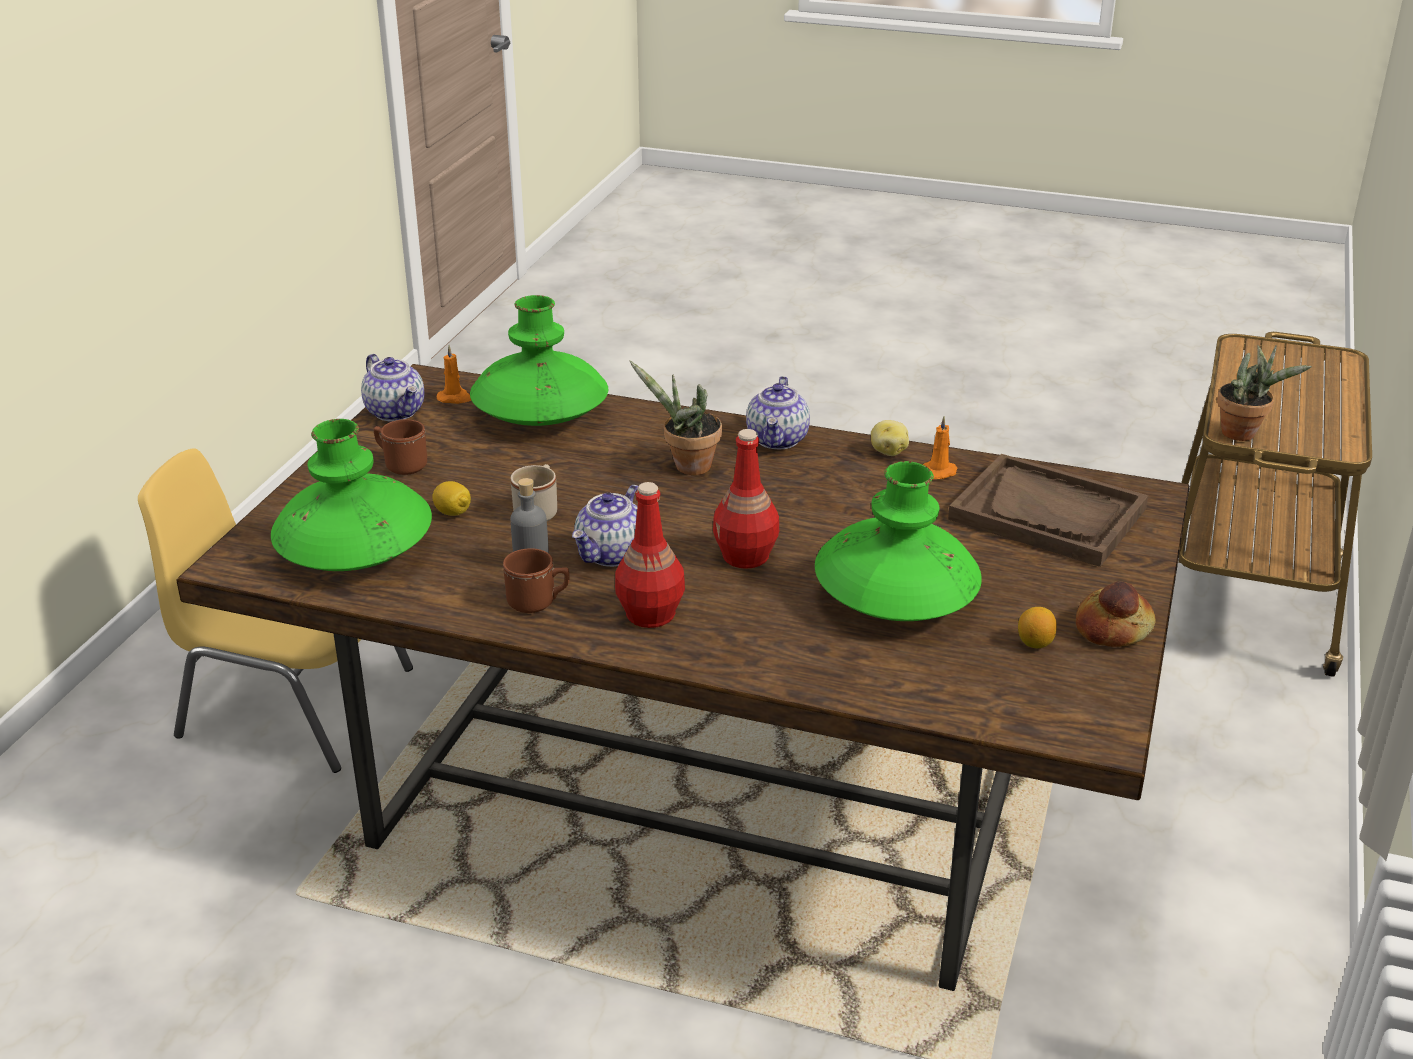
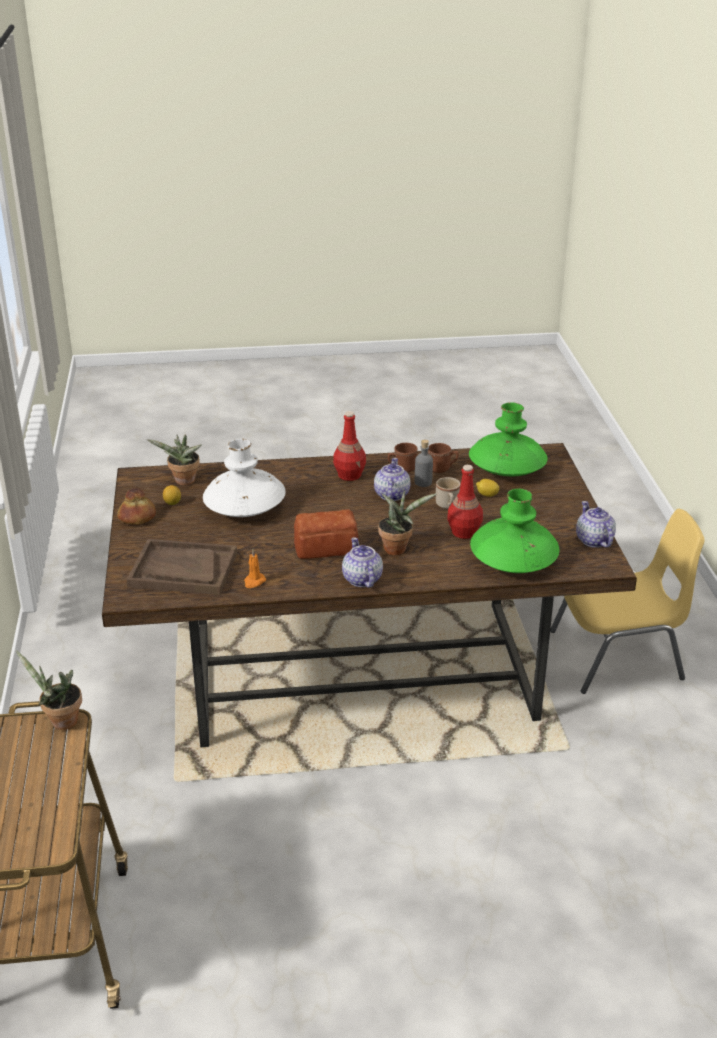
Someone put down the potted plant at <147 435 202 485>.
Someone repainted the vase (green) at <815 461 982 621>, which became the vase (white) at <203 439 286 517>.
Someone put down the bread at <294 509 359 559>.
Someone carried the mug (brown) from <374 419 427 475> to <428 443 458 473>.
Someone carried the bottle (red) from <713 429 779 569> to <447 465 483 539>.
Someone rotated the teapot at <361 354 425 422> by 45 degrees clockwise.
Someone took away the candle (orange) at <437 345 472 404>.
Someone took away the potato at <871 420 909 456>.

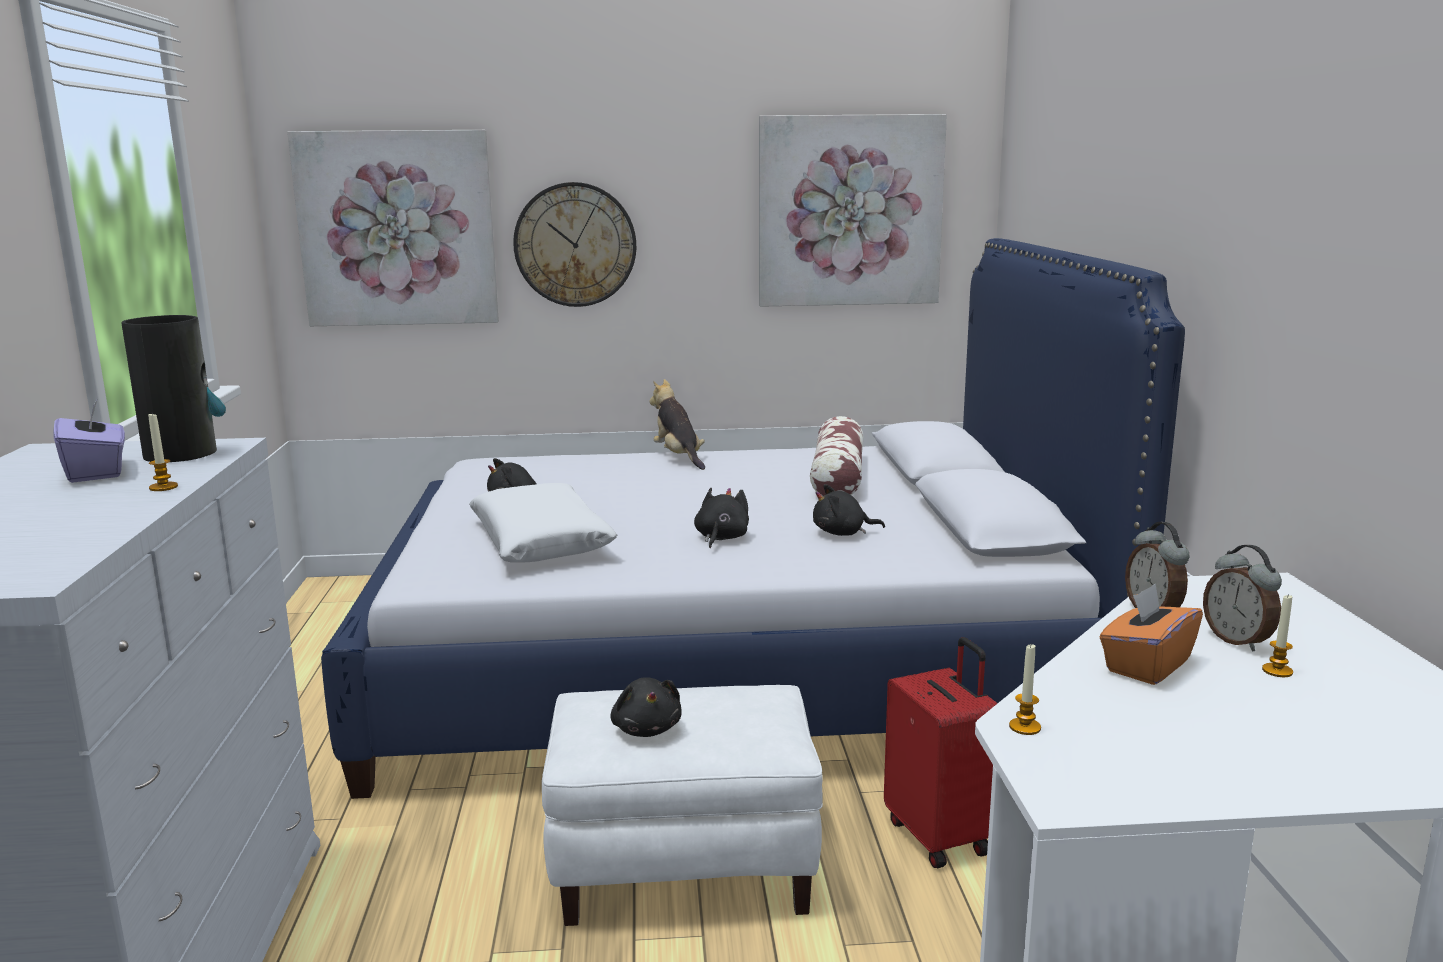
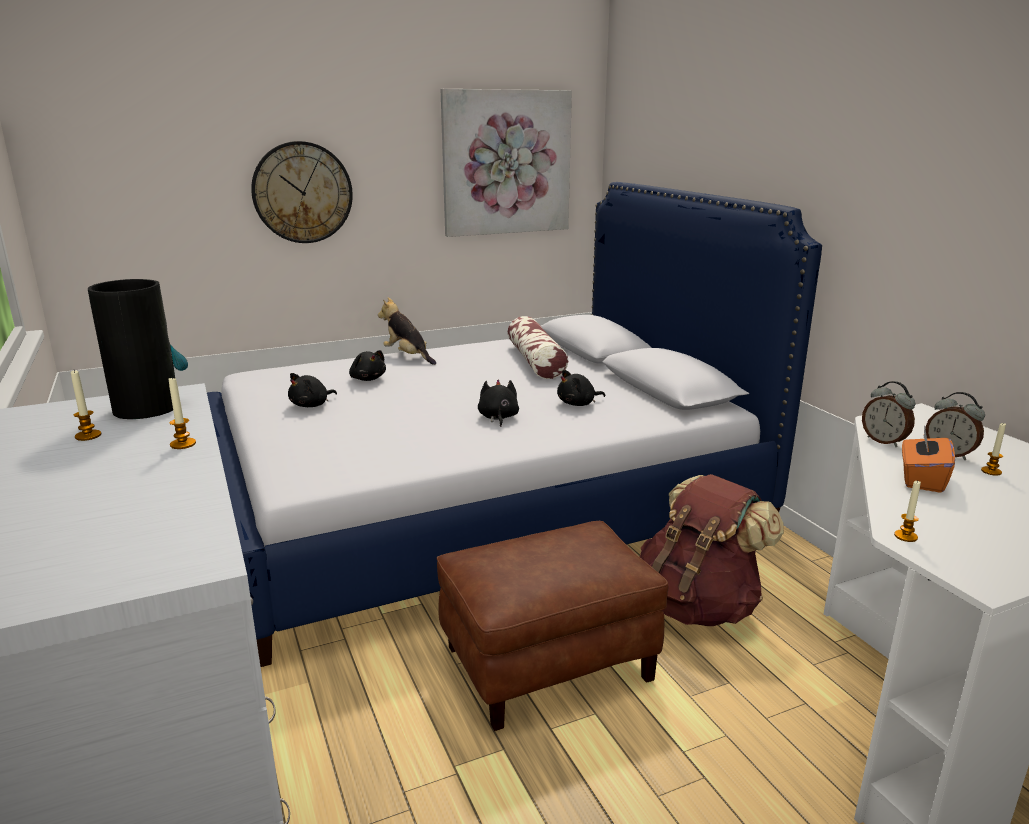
Someone swapped the tissue box (purple) at <53 398 125 483> for the candle at <71 370 101 441>.
Someone carried the plush toy (black) from <610 677 681 737> to <349 350 386 381>.
Someone repainted the ottoman (white) at <542 685 823 926>, which became the ottoman (brown) at <437 521 668 731>.
Someone swapped the suitcase (red) at <884 637 998 868> for the backpack (brown) at <640 474 784 626>.
Someone took away the picture at <287 130 499 326>.
Someone took away the pillow (white) at <469 483 617 562>.

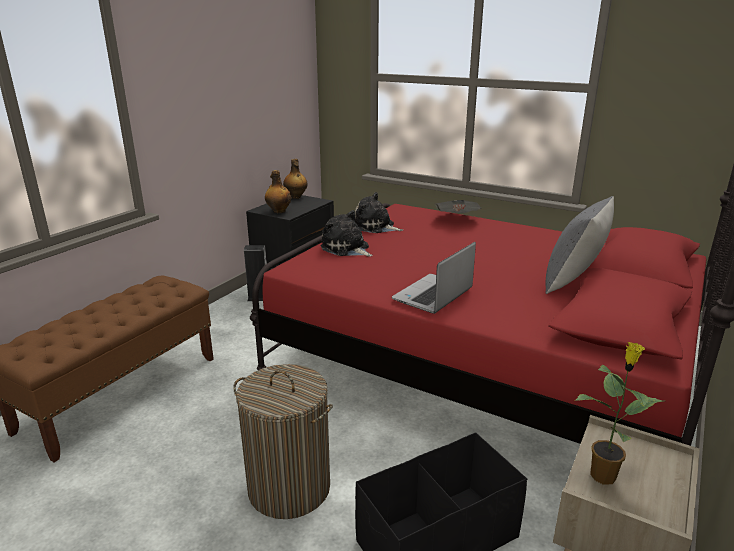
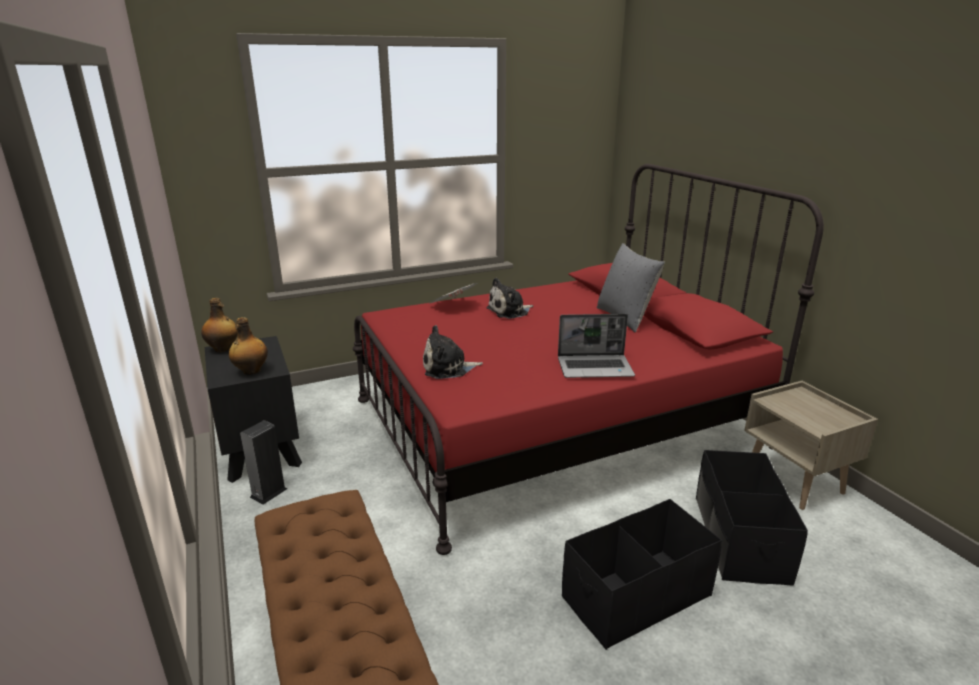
Someone carried the plush toy from <355 192 403 233> to <486 278 533 319>.
Someone rotated the laptop at <392 242 476 314> by 75 degrees counterclockwise.
Someone swapped the laundry basket at <233 364 333 519> for the storage box (black) at <562 499 722 650>.
Someone took away the potted plant at <575 342 664 485>.

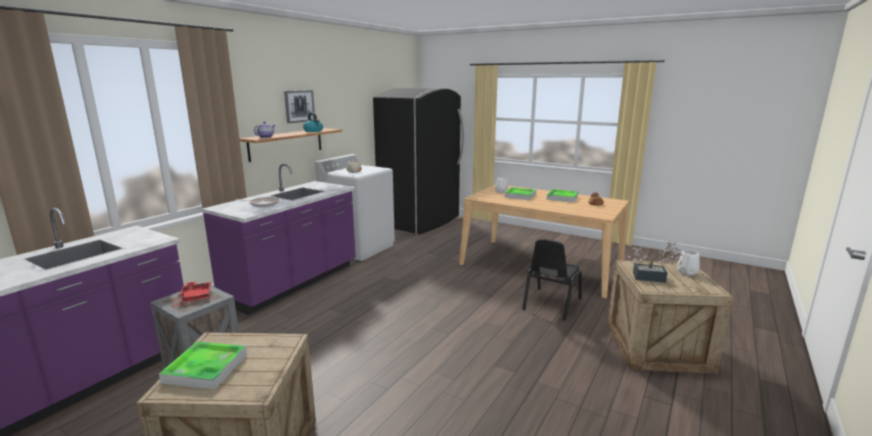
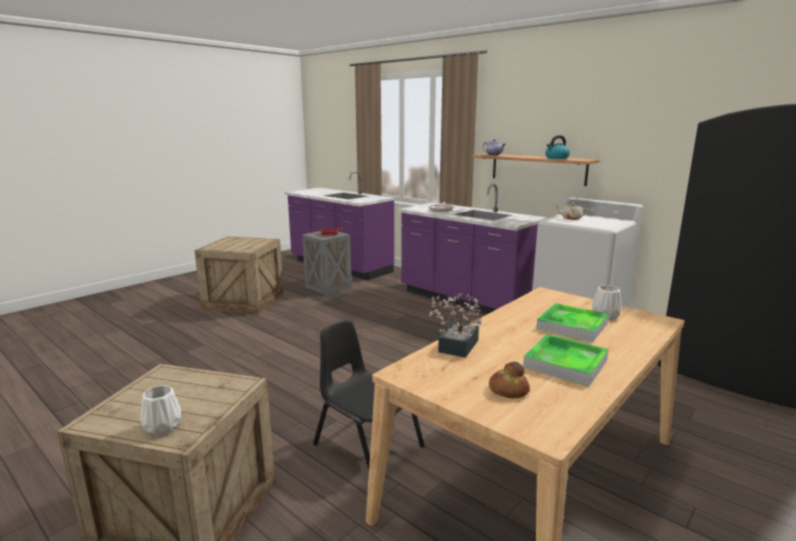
Someone carried the potted plant from <628 242 683 283> to <429 293 482 358>.
Someone took away the tray at <159 342 247 389>.
Someone took away the picture at <284 90 315 123>.

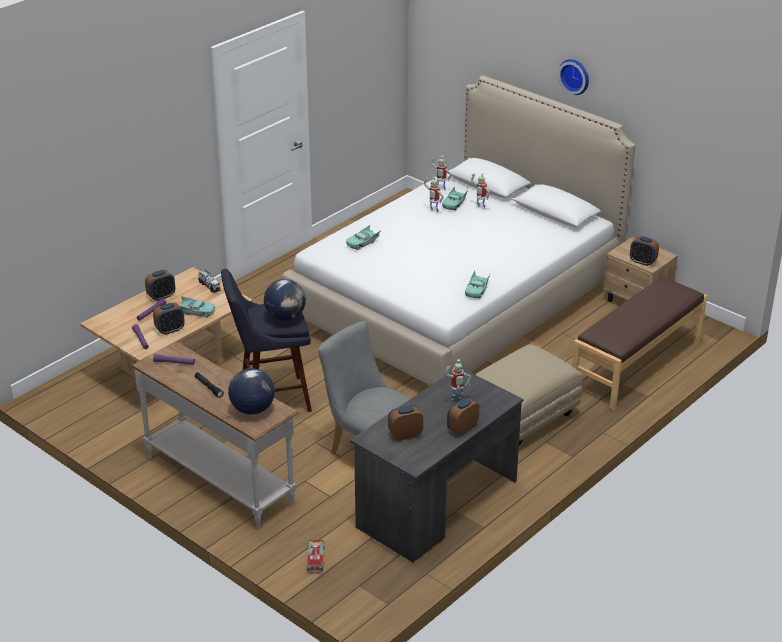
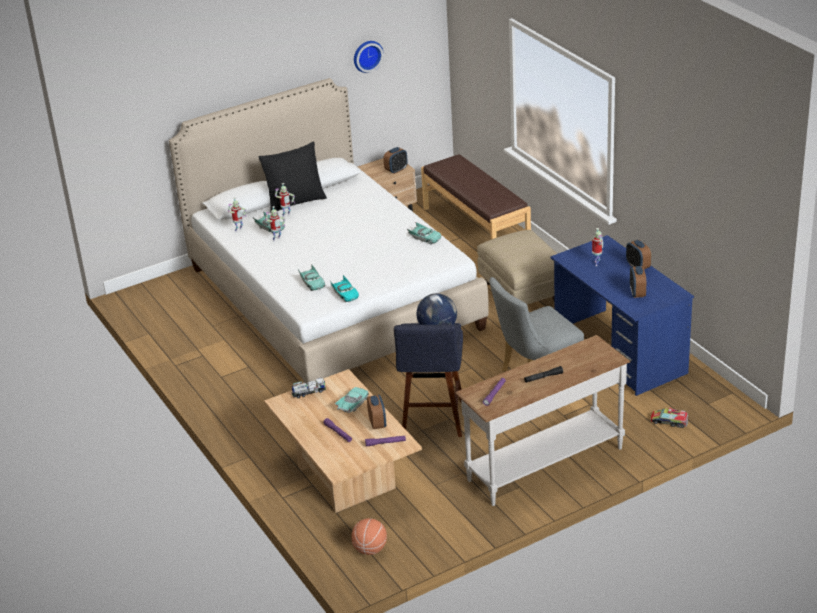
Someone put down the pillow (black) at <259 141 327 211>.
Someone put down the toy car (turquoise) at <330 275 359 302>.
Someone put down the basketball at <351 518 387 555>.
Someone carried the wall clock from <558 59 589 95> to <354 41 383 73>.
Someone repainted the desk (grey) at <350 368 524 563>, which became the desk (blue) at <550 235 694 396>.
Someone took away the alarm clock at <145 270 175 301>.
Someone took away the globe at <228 368 275 415>.

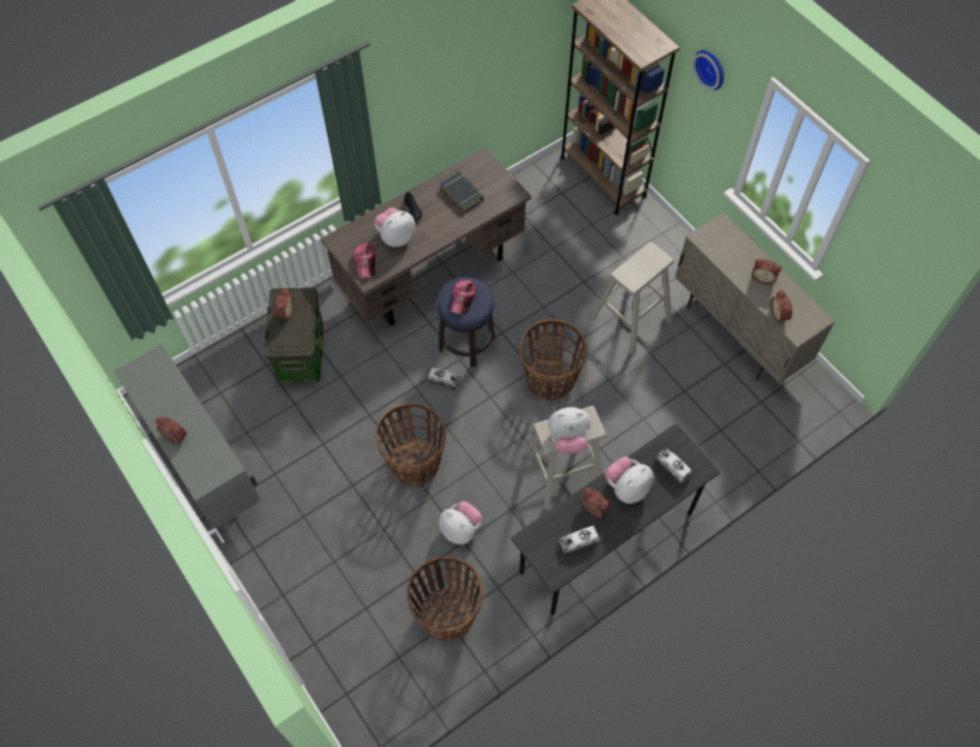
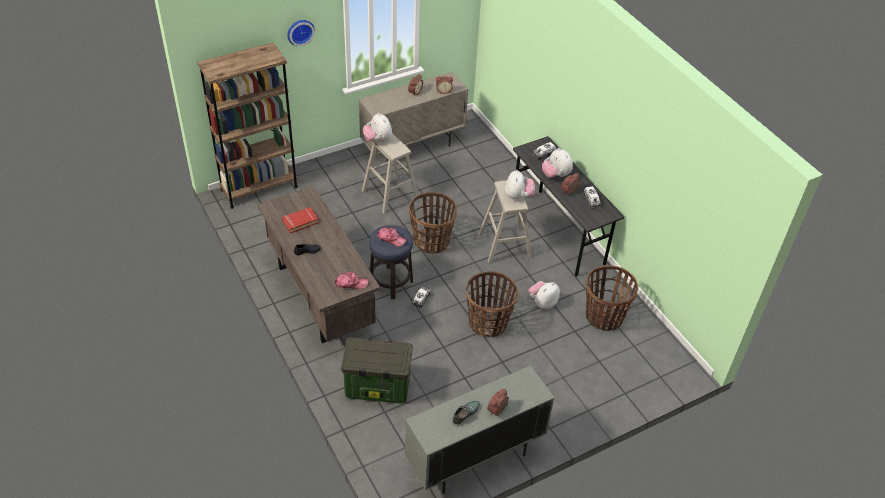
Someone repainted the book (black) at <440 172 484 212>, which became the book (red) at <282 207 319 233>.
Someone carried the plush toy from <374 208 415 247> to <363 113 392 142>.
Someone put down the shoe at <452 401 480 426>.
Someone took away the alarm clock at <274 288 294 321>.

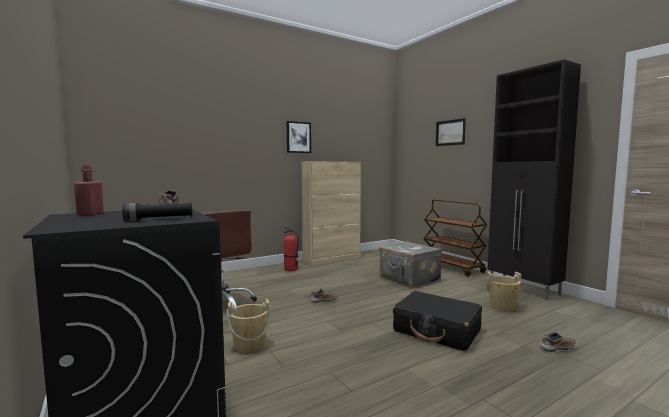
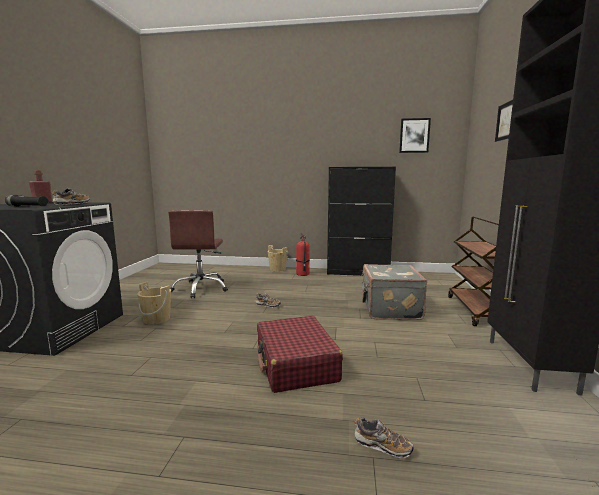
Someone repainted the suitcase (black) at <393 291 482 351>, which became the suitcase (red) at <257 316 343 393>.
Someone carried the bucket (beige) from <487 272 522 311> to <268 245 288 271>.
Someone repainted the cabinet (beige) at <302 161 361 265>, which became the cabinet (black) at <327 167 396 276>.
Someone carried the picture from <287 121 311 153> to <399 118 431 153>.

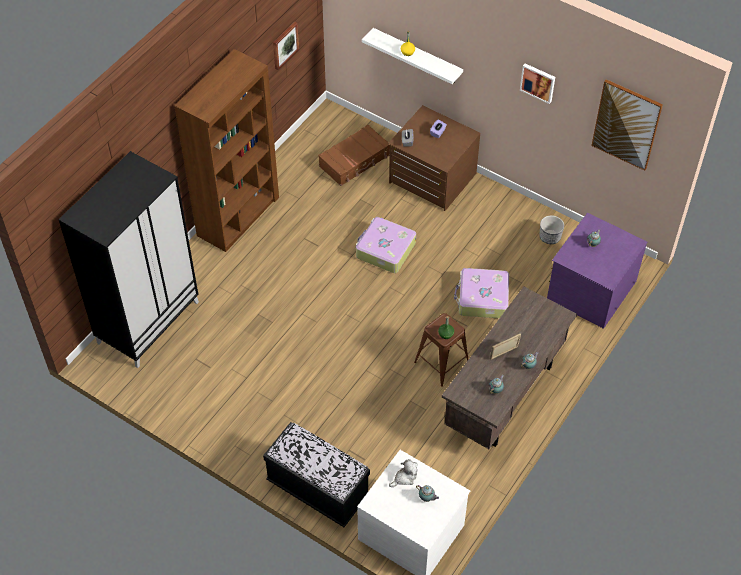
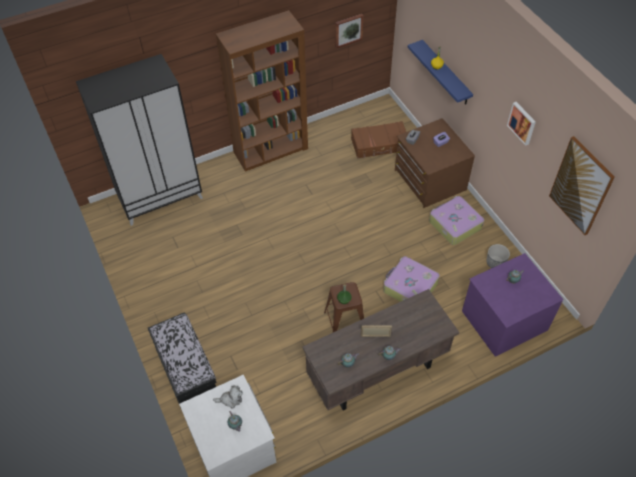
Someone repainted the shelf (white) at <362 28 463 84>, which became the shelf (blue) at <407 40 473 105>.
Someone carried the suitcase from <356 217 416 273> to <429 196 484 245>.

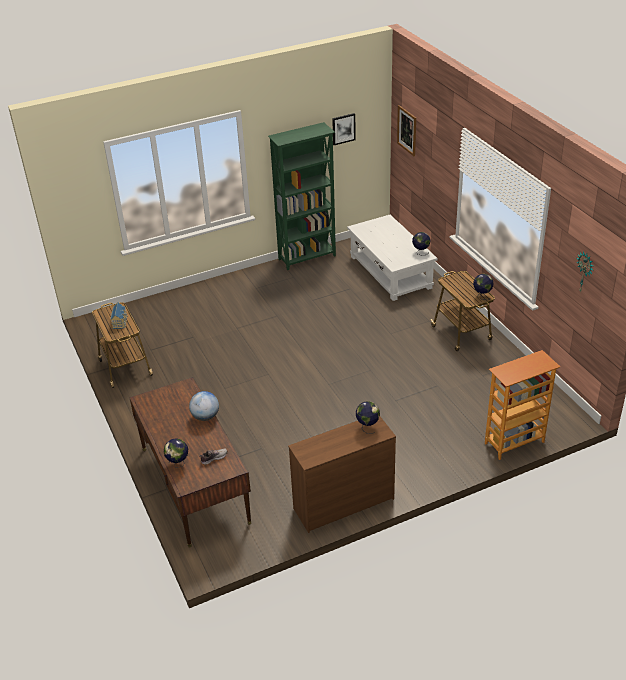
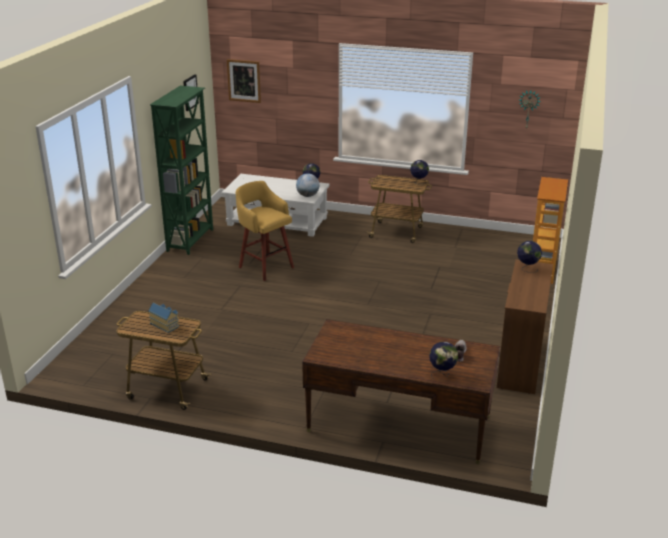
Someone put down the stool (yellow) at <236 181 294 281>.
Someone carried the globe from <189 391 219 421> to <296 173 320 197>.

